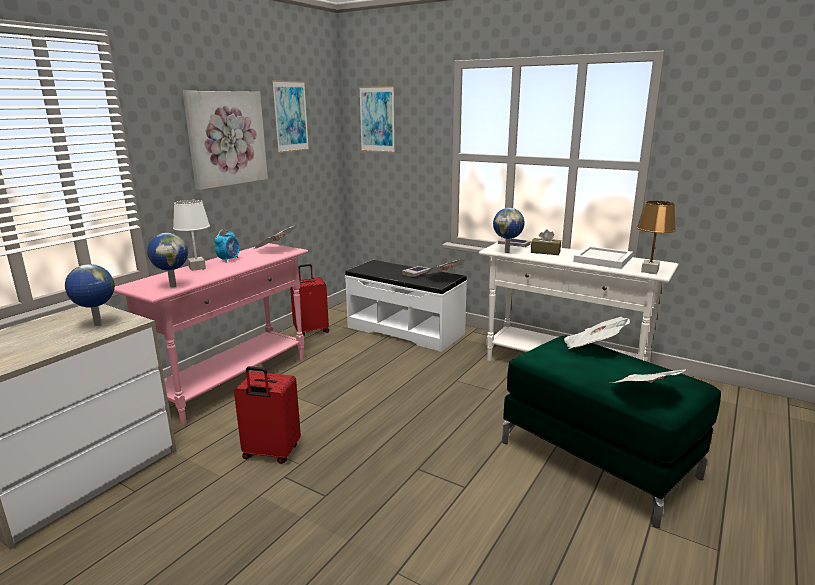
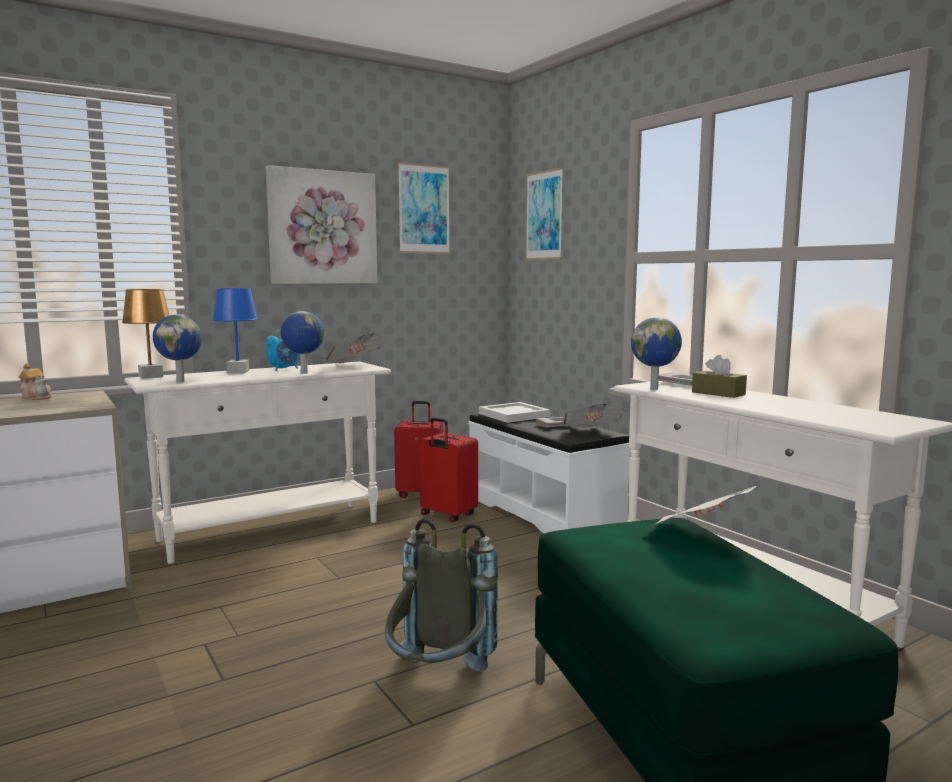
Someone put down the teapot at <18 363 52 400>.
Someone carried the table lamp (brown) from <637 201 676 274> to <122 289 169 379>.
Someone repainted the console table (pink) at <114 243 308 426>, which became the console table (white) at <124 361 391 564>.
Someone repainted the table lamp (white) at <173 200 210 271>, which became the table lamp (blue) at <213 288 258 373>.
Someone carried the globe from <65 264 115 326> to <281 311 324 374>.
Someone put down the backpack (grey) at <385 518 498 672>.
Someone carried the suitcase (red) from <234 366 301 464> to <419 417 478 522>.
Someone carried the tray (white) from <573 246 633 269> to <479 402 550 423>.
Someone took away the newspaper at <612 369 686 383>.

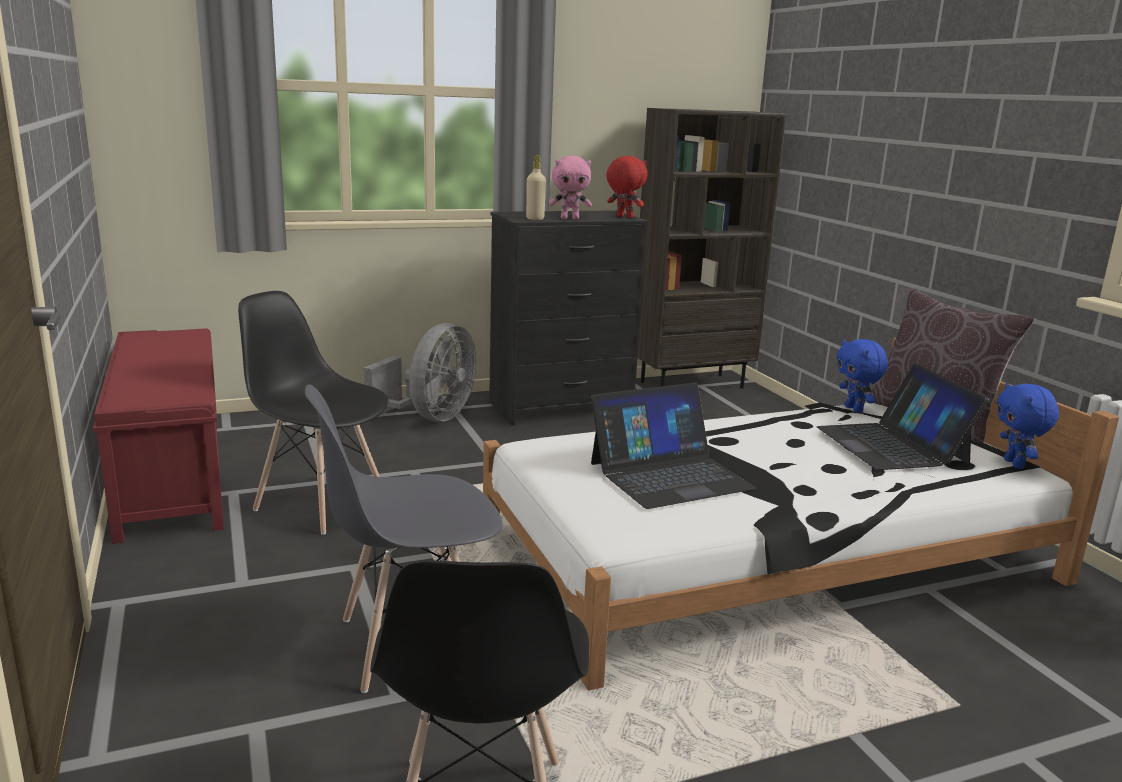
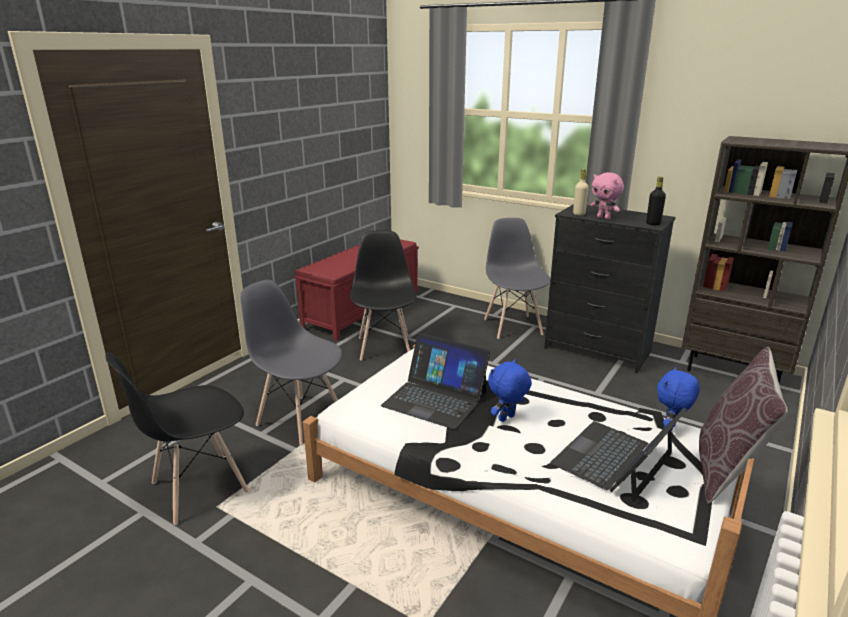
Someone swapped the fan (grey) at <364 323 476 422> for the chair (grey) at <484 218 551 339>.
Someone carried the plush toy (blue) from <997 382 1059 469> to <488 359 532 422>.
Someone swapped the plush toy (red) at <606 156 648 218> for the bottle (black) at <646 177 666 225>.

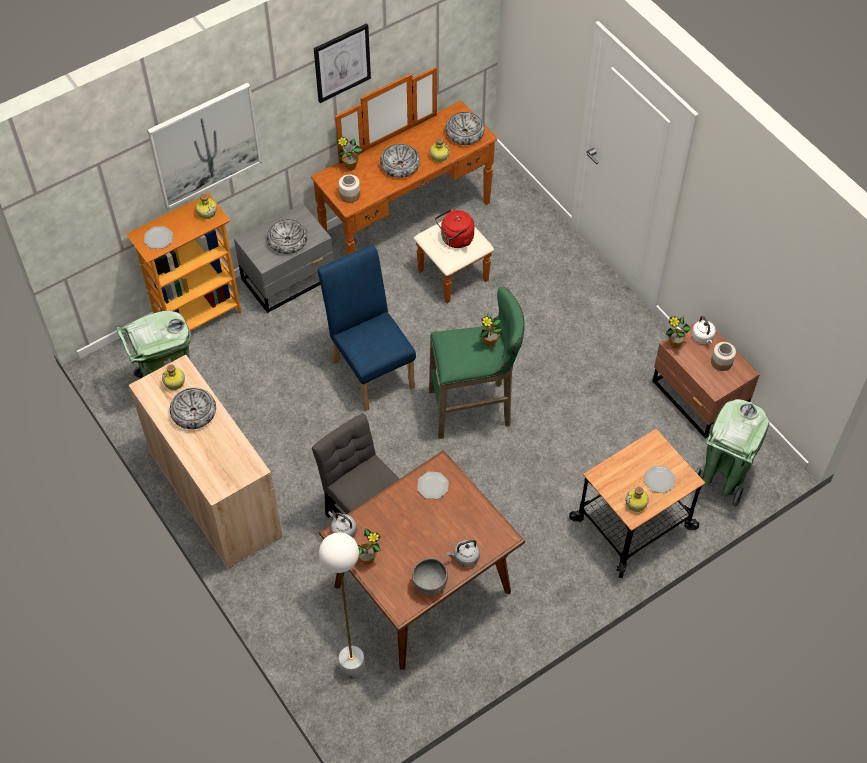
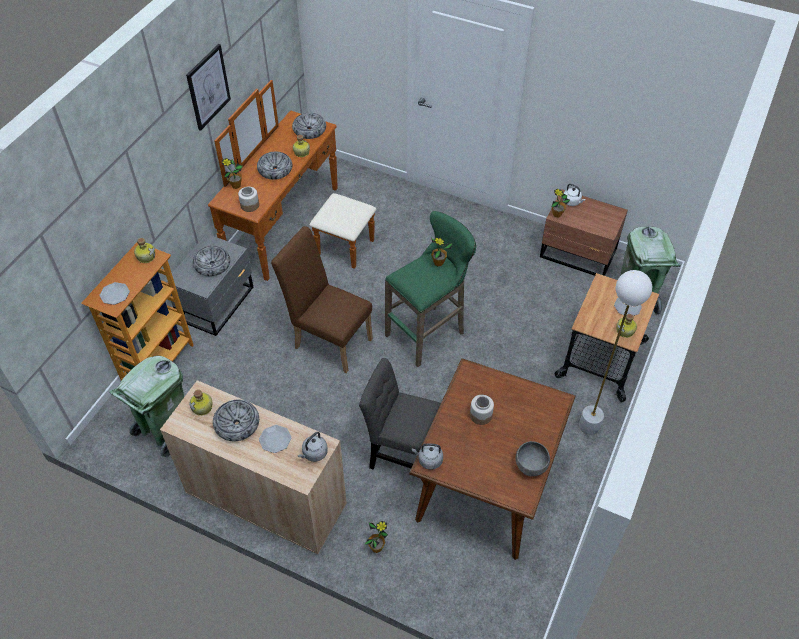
Someone carried the plate from <417 472 449 499> to <259 425 292 453>.
Someone repainted the chair (blue) at <318 245 416 411>, which became the chair (brown) at <271 226 373 373>.
Someone carried the kettle (grey) from <447 540 480 567> to <298 432 328 462>.
Someone carried the potted plant from <358 528 381 565> to <364 521 388 553>.
Someone carried the jar from <711 342 736 371> to <470 395 494 425>.
Someone carried the floor lamp (white) from <319 532 365 679> to <579 270 652 435>.
Someone took away the picture at <147 82 262 209>.
Someone took away the kettle (red) at <435 209 474 248>.

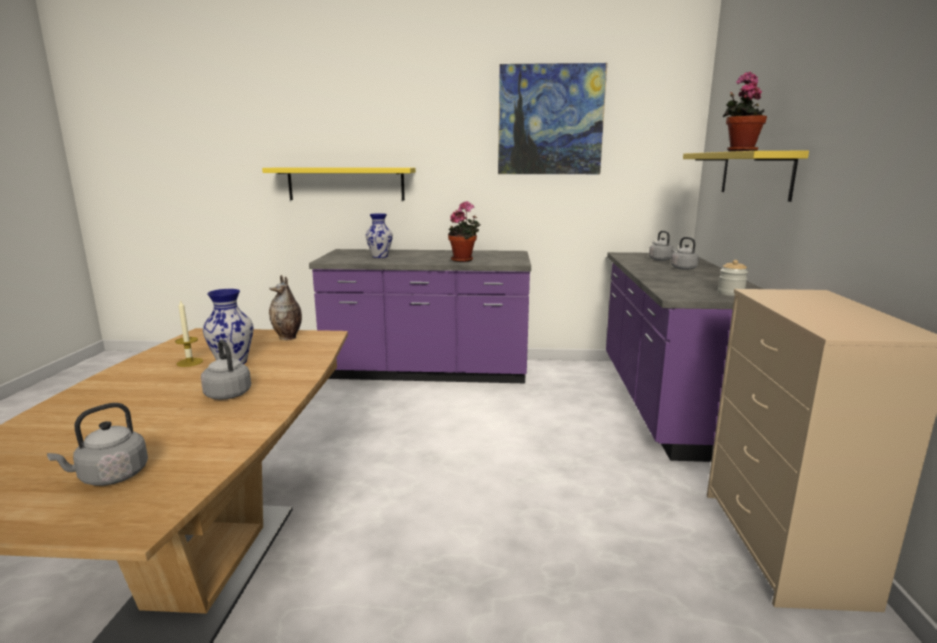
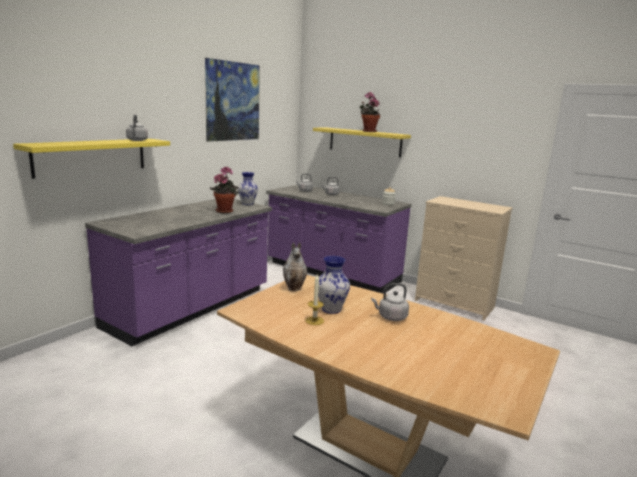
Someone carried the kettle (grey) from <47 403 148 486> to <126 114 148 141>.
Someone carried the vase from <366 213 393 258> to <238 172 258 205>.

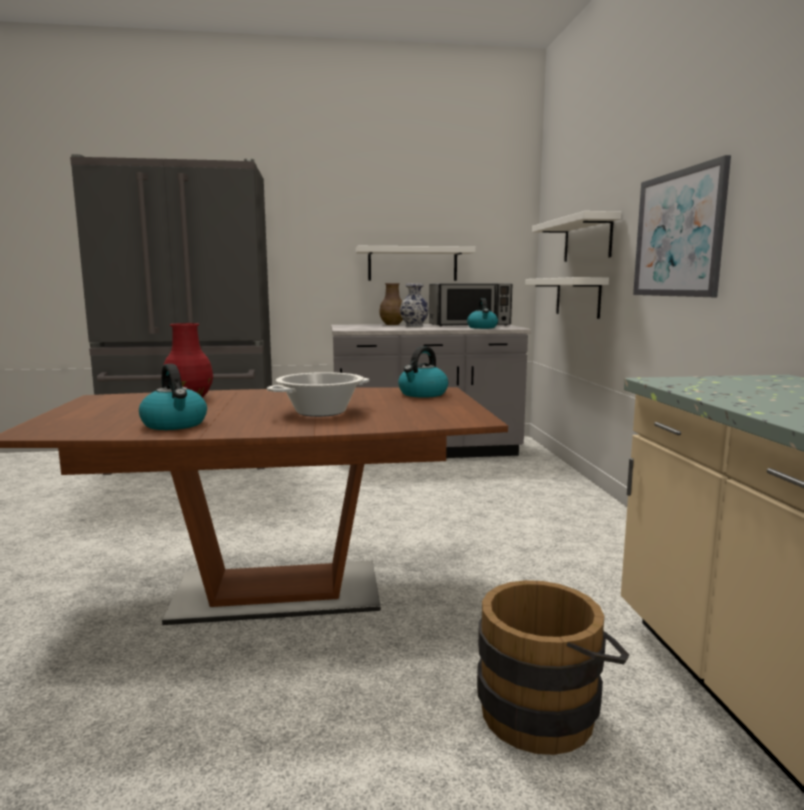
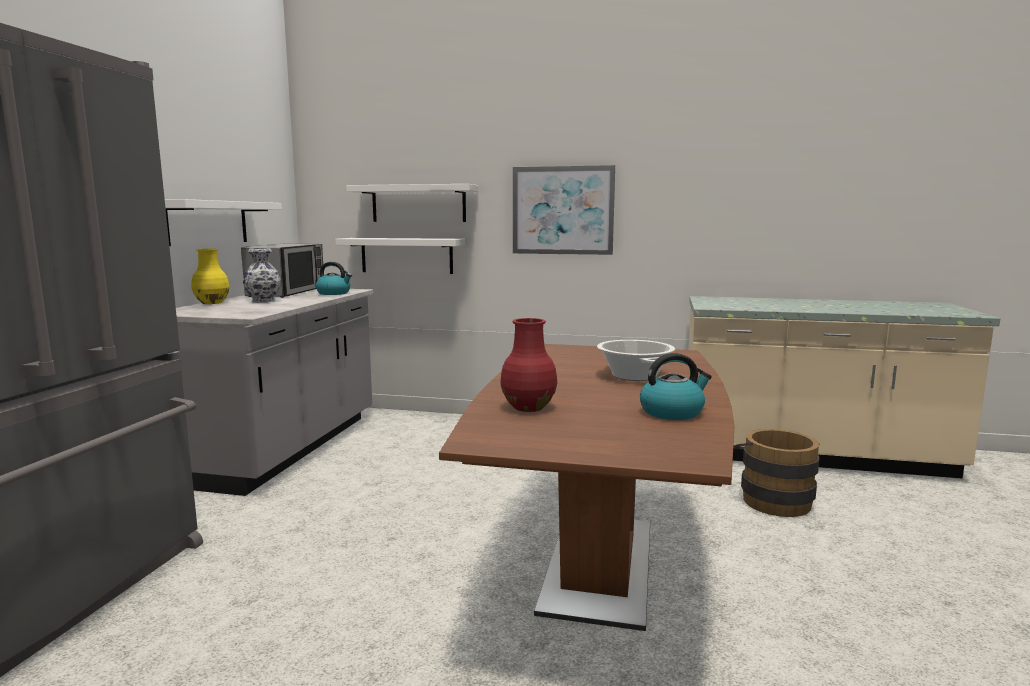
Someone repainted the vase (brown) at <379 283 403 325>, which became the vase (yellow) at <191 249 230 304>.
Someone took away the kettle at <398 346 448 398>.

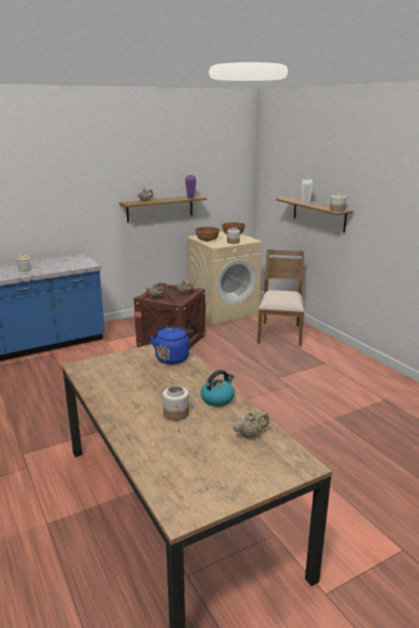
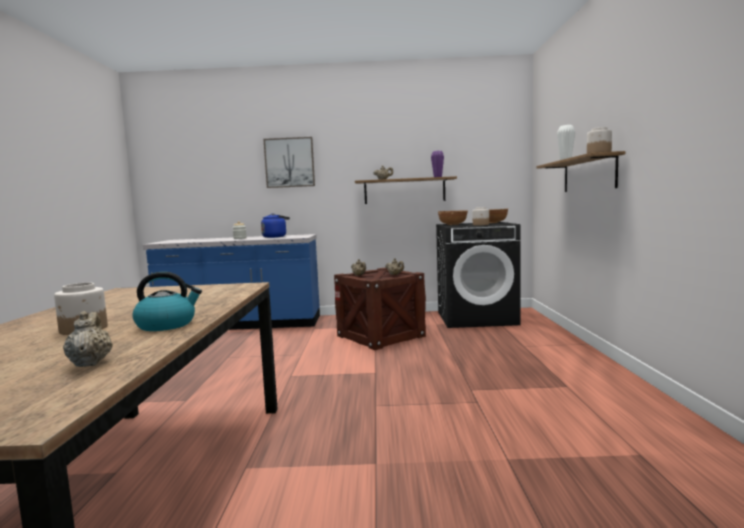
Someone rotated the teapot (beige) at <233 411 269 438> by 120 degrees counterclockwise.
Someone carried the kettle (blue) from <150 325 194 364> to <261 213 290 238>.
Someone put up the picture at <263 137 315 188>.
Someone repainted the washing machine (beige) at <186 232 262 324>, which became the washing machine (black) at <436 222 521 328>.
Someone took away the chair (brown) at <257 249 304 346>.

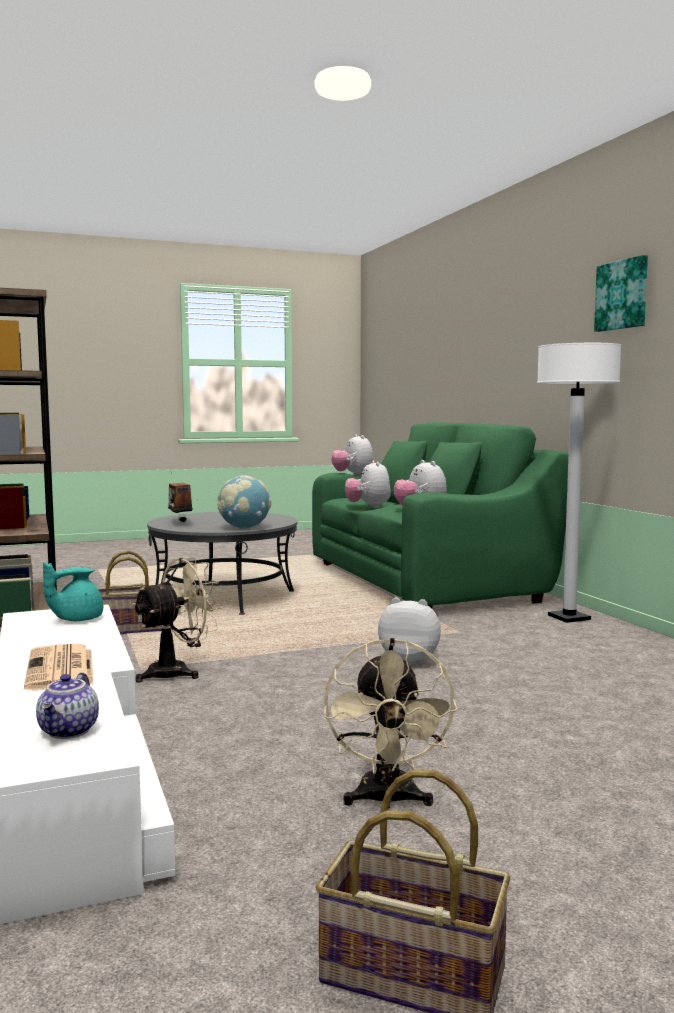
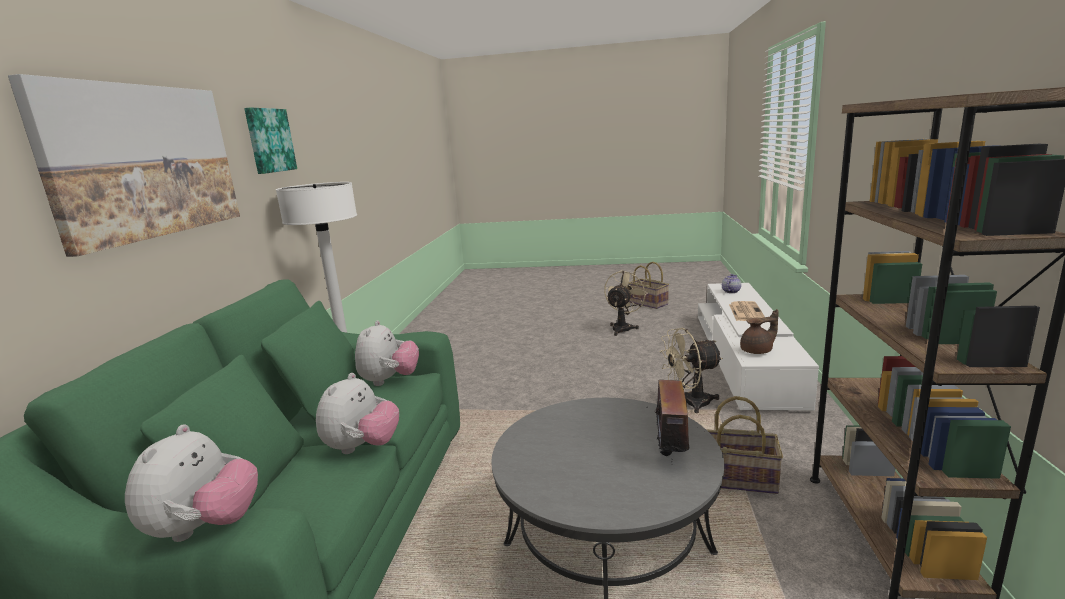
Someone put up the picture at <8 74 240 257>.
Someone repainted the teapot (turquoise) at <43 563 103 621>, which became the teapot (brown) at <740 309 779 354>.
Someone took away the globe at <218 475 271 529>.
Someone took away the plush toy at <378 597 441 666>.

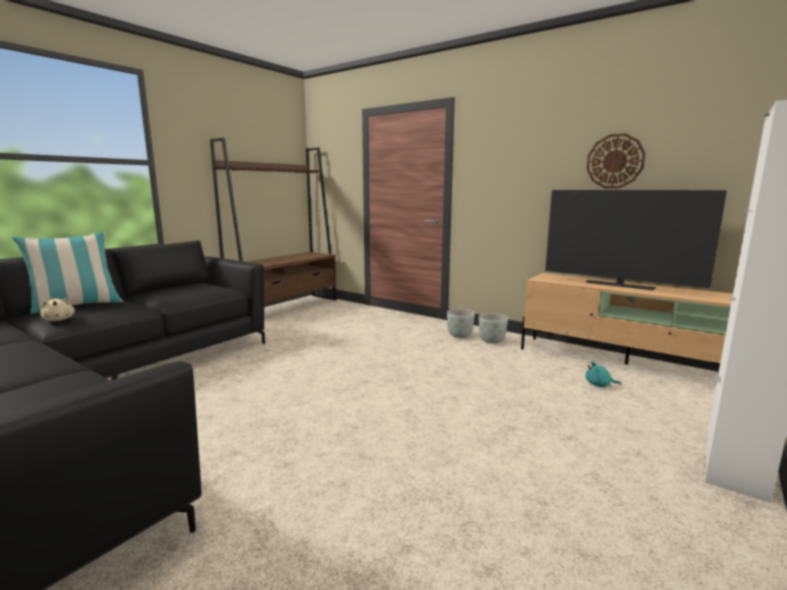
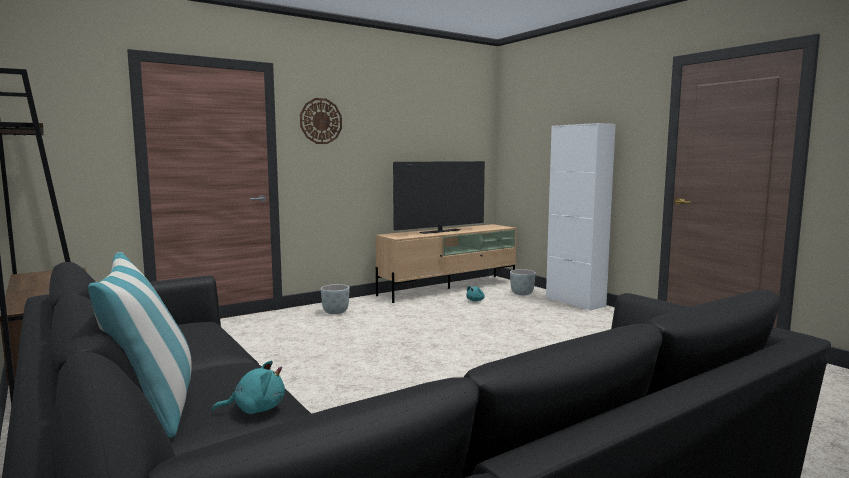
Someone repainted the plush toy (beige) at <40 298 75 321>, which became the plush toy (turquoise) at <212 360 285 414>.
Someone carried the wall clock from <586 133 646 188> to <300 98 342 144>.
Someone carried the planter (grey) from <479 313 508 344> to <510 269 536 295>.

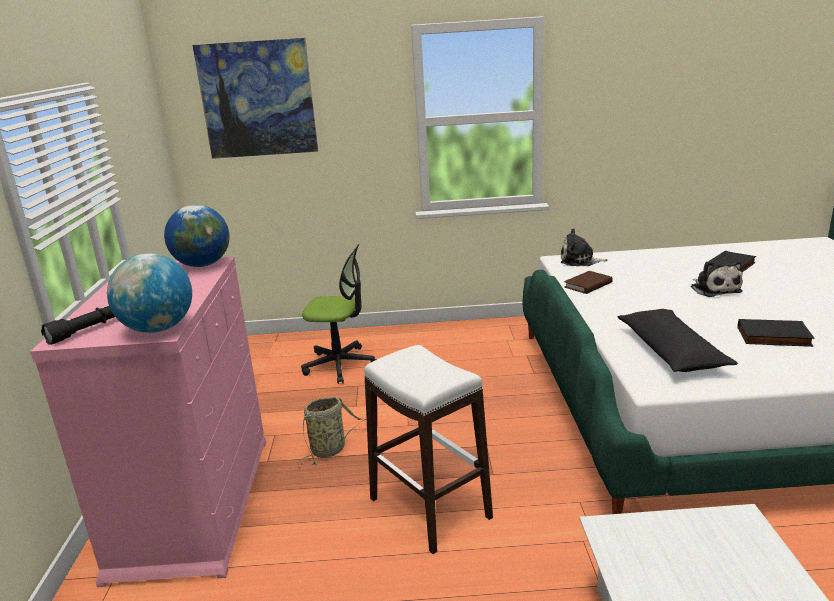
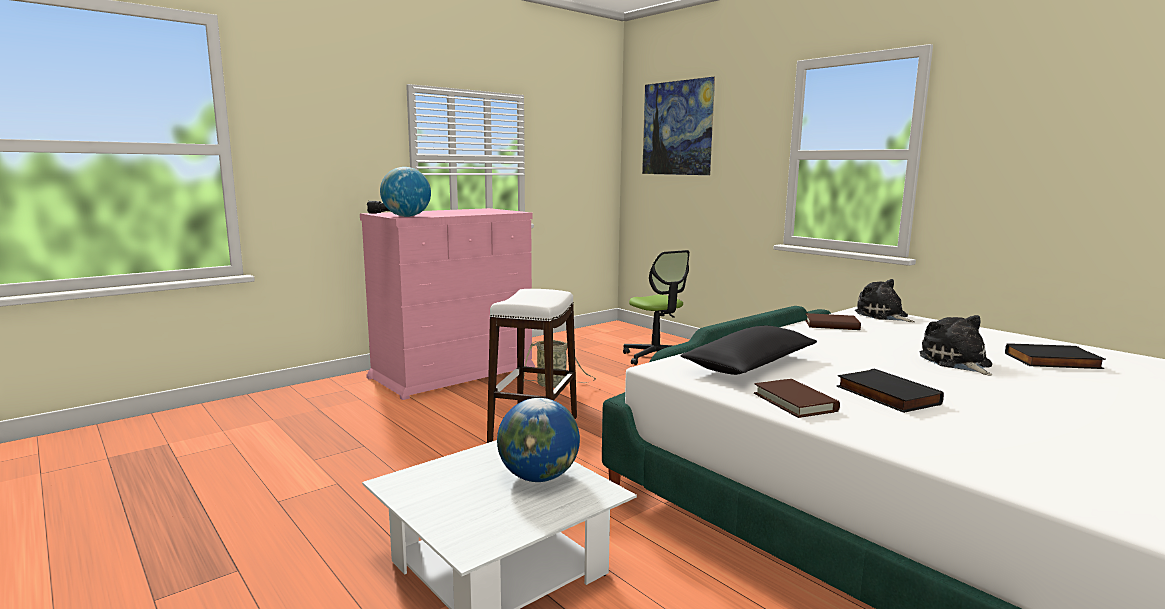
Someone carried the globe from <164 205 230 267> to <497 398 580 482>.
Someone put down the book (brown) at <754 379 840 418>.
Someone rotated the plush toy at <691 261 743 297> by 135 degrees clockwise.

